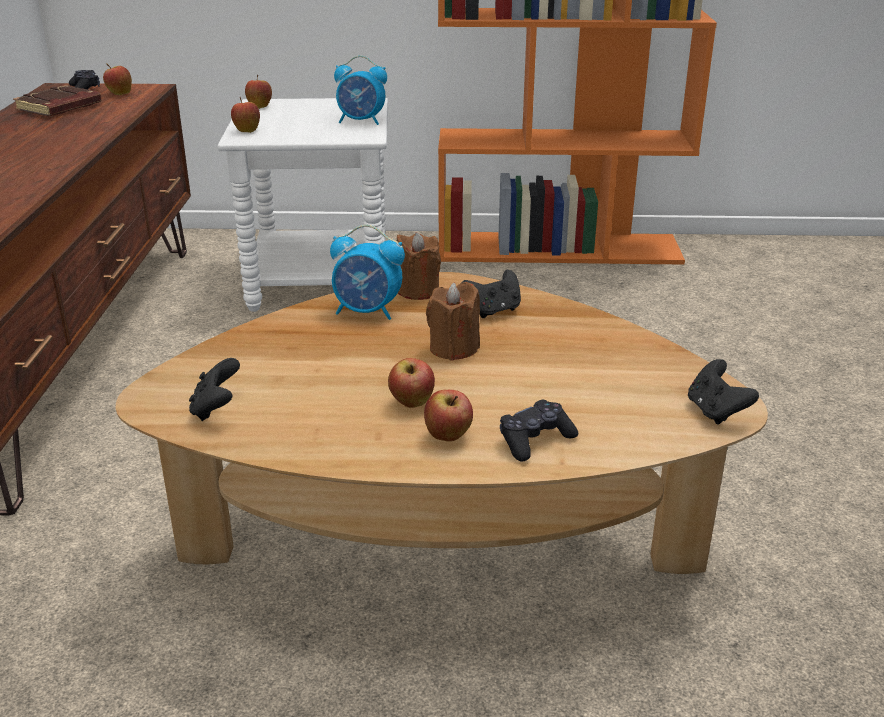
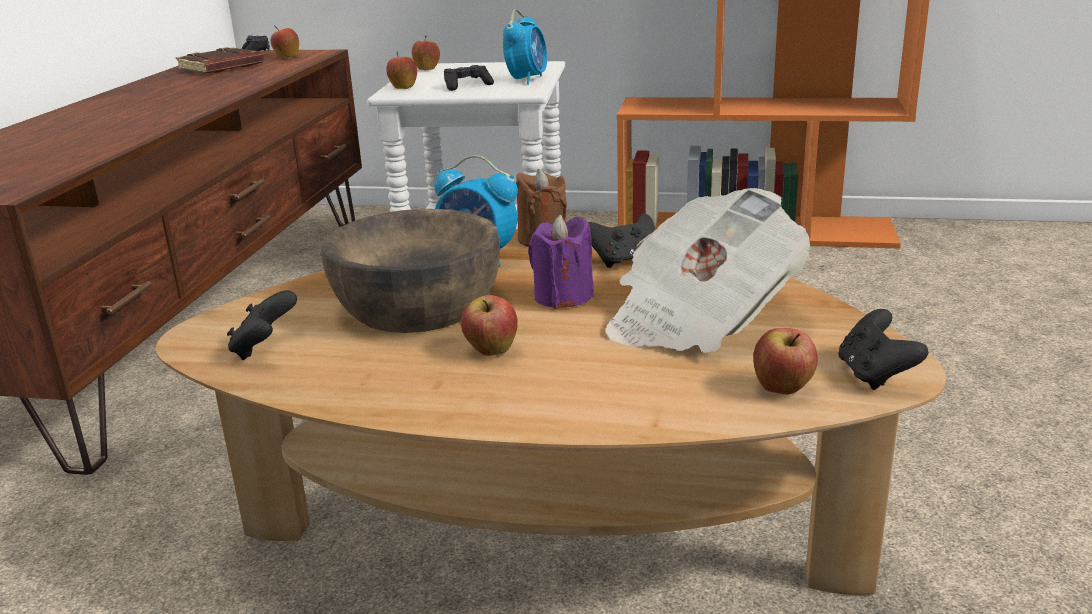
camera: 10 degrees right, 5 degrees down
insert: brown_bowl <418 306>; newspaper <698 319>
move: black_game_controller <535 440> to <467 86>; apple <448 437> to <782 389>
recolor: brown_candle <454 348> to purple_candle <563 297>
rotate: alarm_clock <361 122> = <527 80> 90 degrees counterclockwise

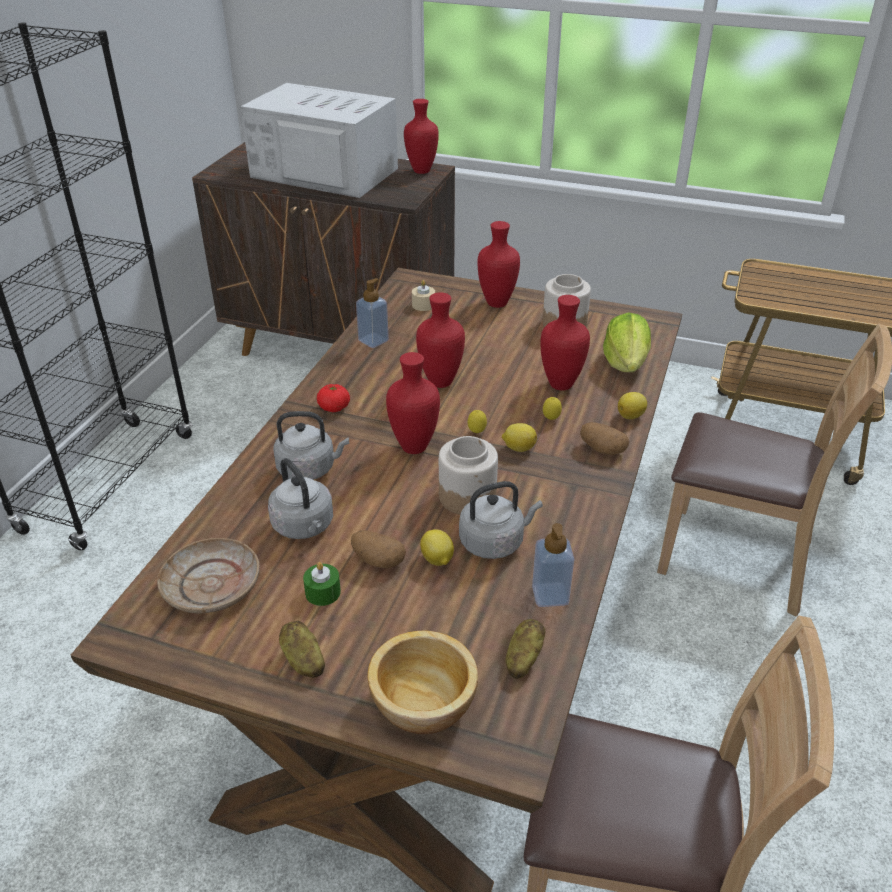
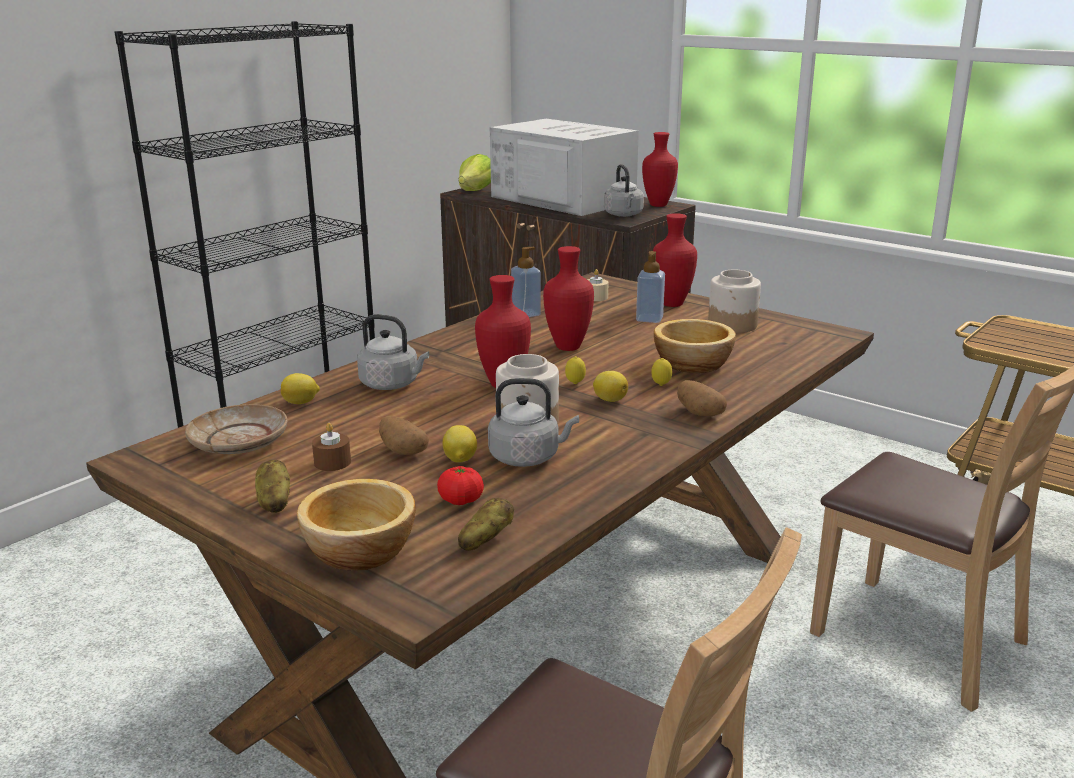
camera: 20 degrees right, 15 degrees down
move: lemon <631 416> to <301 402>; tomato <334 407> to <461 500>; lettuce <625 363> to <476 191>; grey_kettle <304 526> to <624 215>; soap_dispenser <550 595> to <649 319>
replace: red_vase <562 384> to bowl <694 364>
recolor: green_candle <323 592> to brown_candle <332 462>

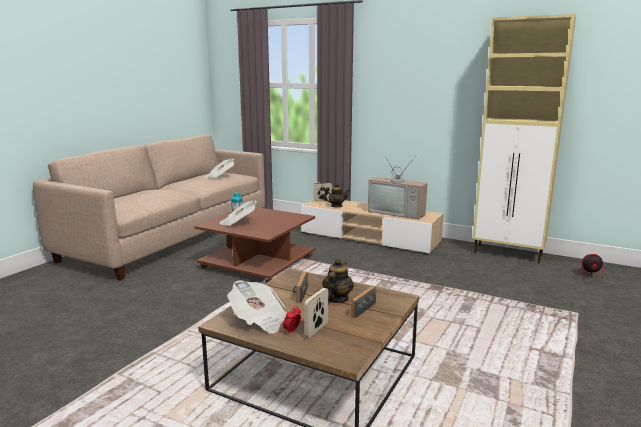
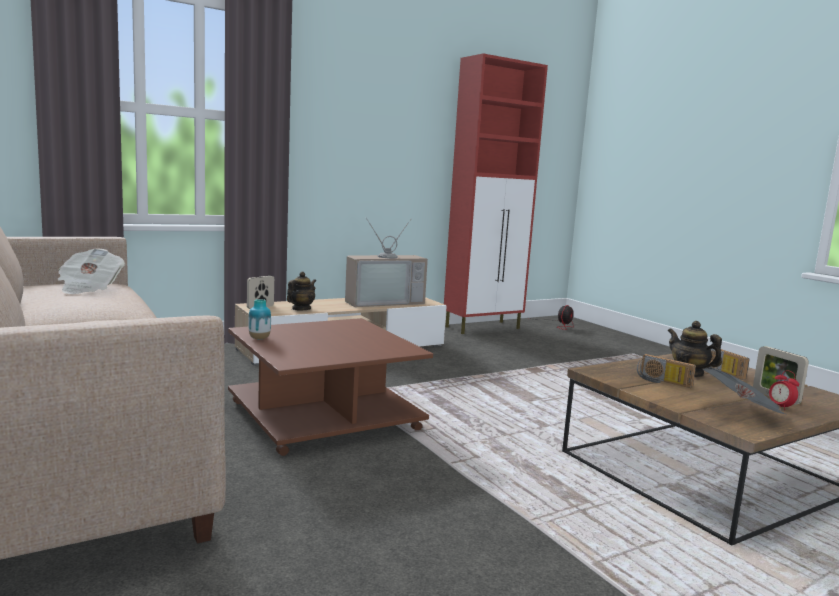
camera: 60 degrees left, 5 degrees down
delete: newspaper <238 223>
recolor: beige_cabinet <508 254> to red_cabinet <483 327>

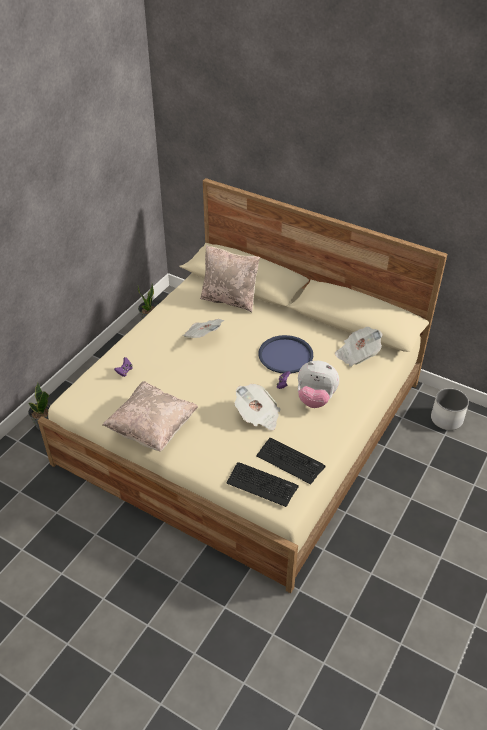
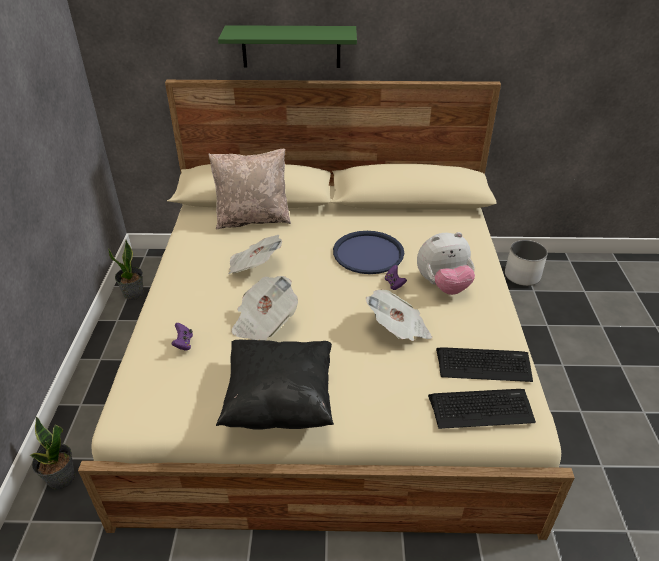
camera: 30 degrees left, 5 degrees down
insert: green_shelf <291 46>
move: newspaper <357 355> to <264 322>
recolor: beige_pillow <152 428> to black_pillow <280 401>

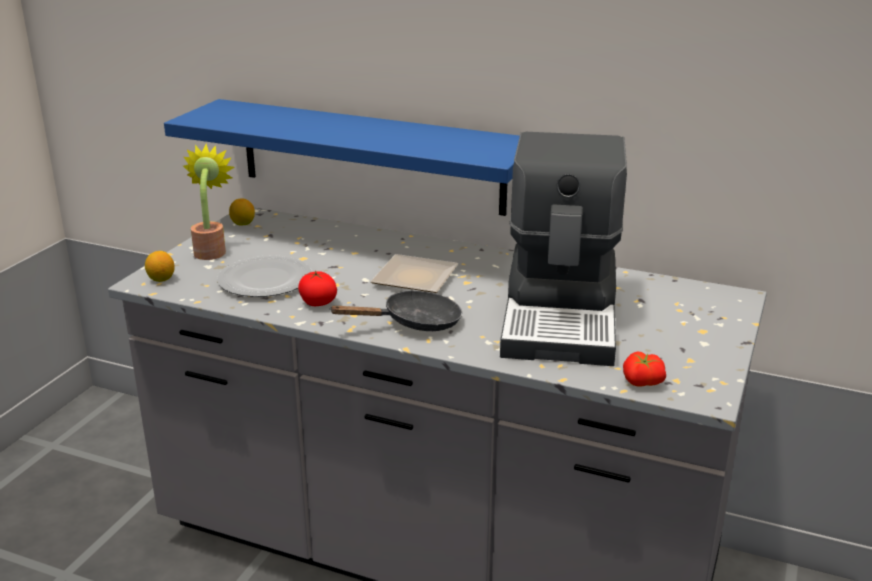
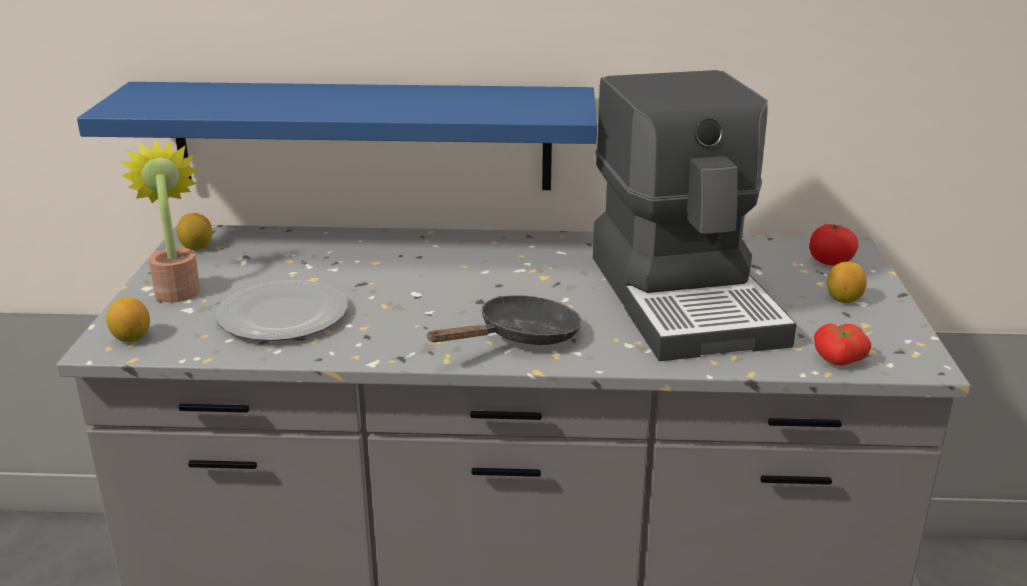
camera: 20 degrees left, 0 degrees up
delete: plate <413 277>
insert: lemon <843 299>
move: tomato <318 303> to <830 262>

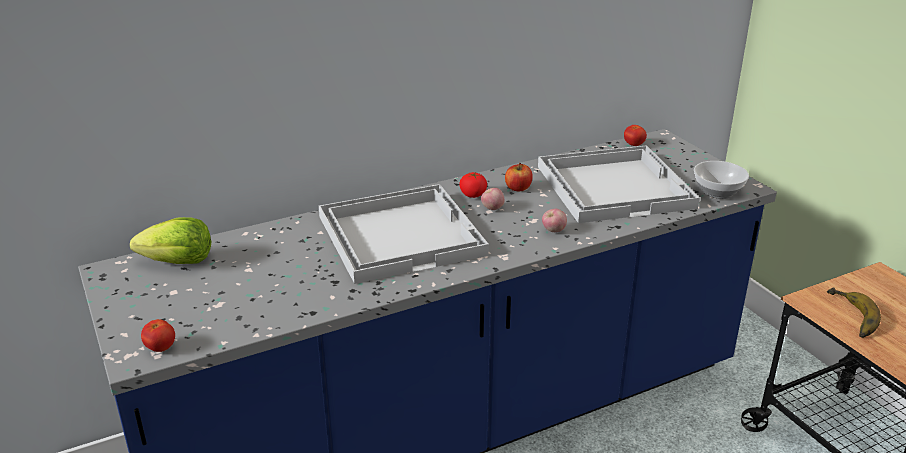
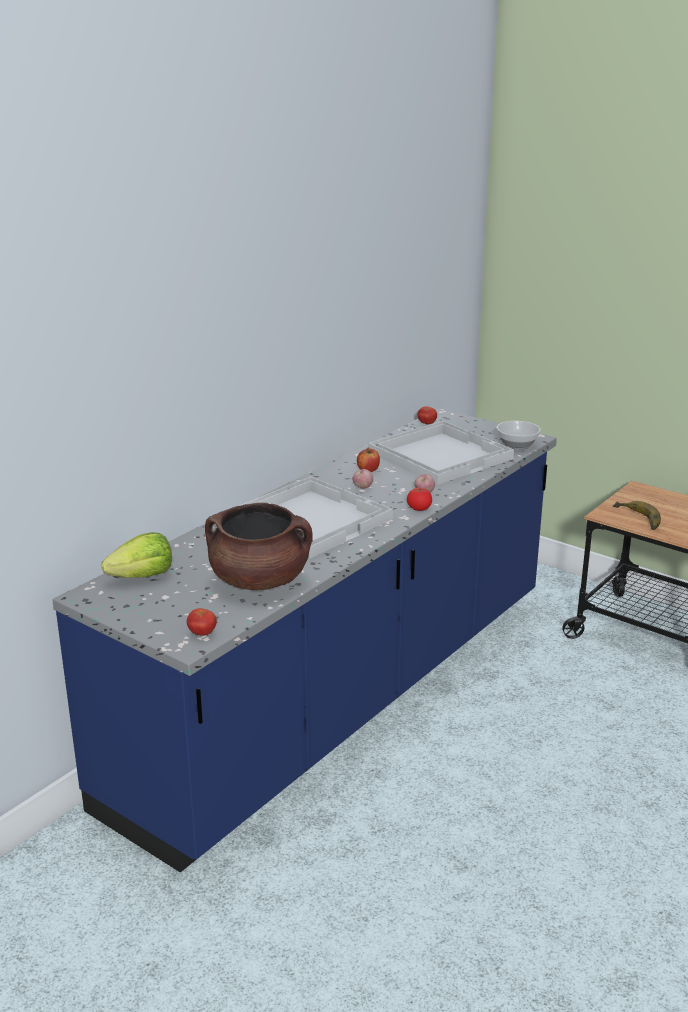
camera: 25 degrees left, 5 degrees down
insert: brown_cooking_pot <260 581>
move: tomato <473 195> to <419 508>

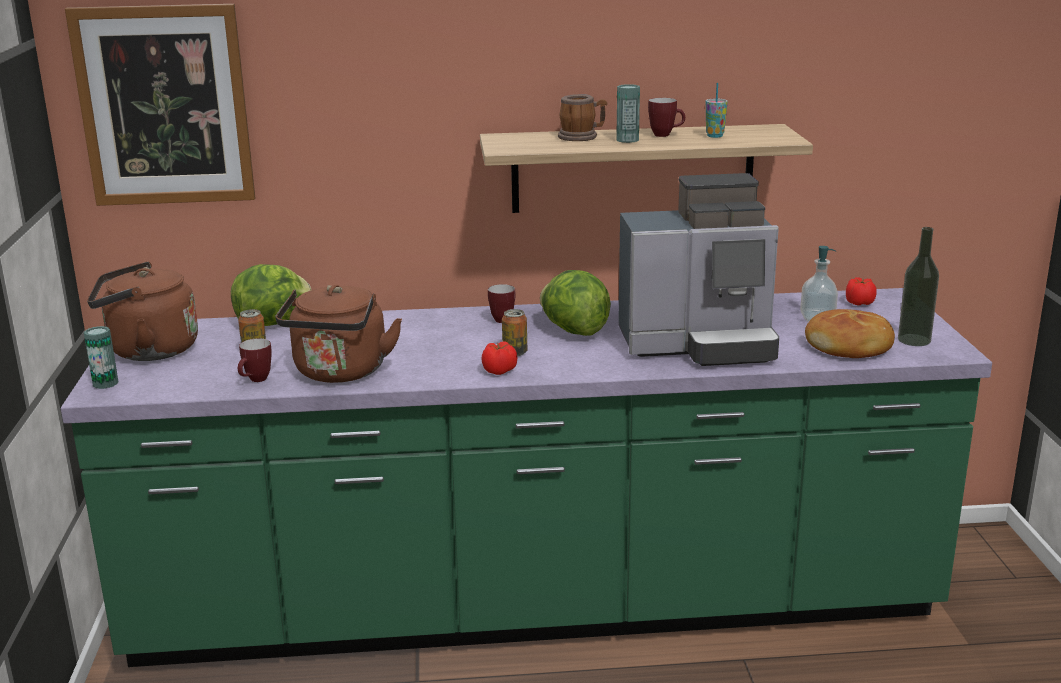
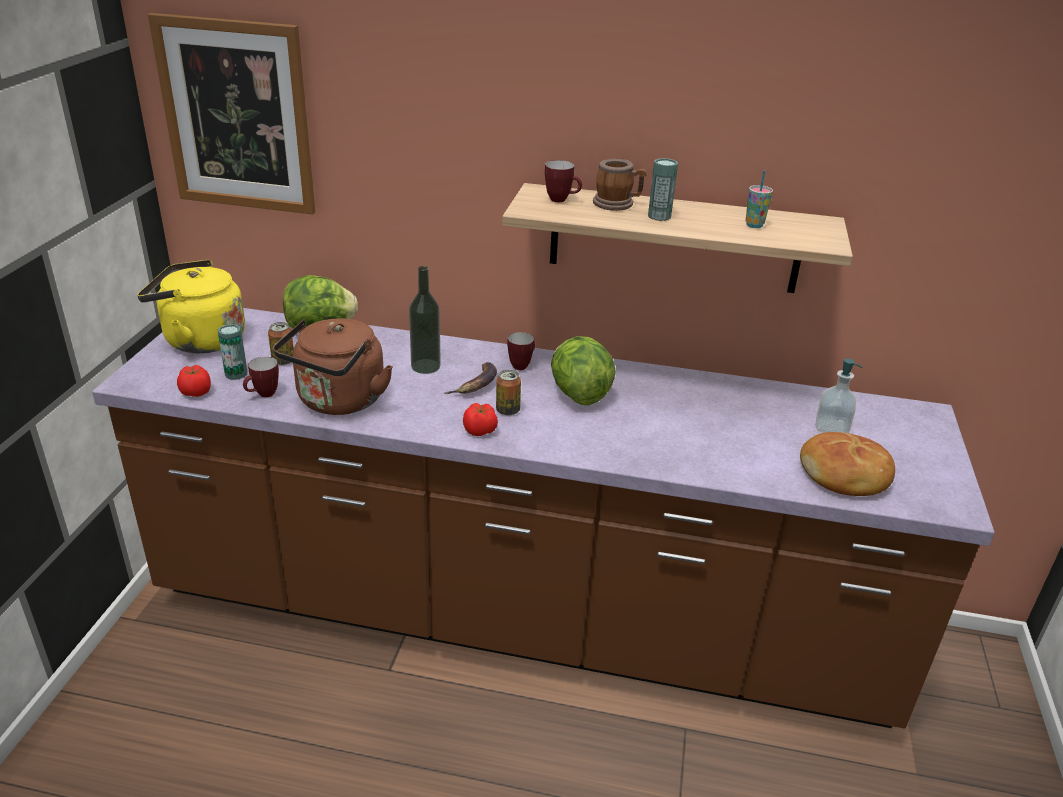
camera: 15 degrees right, 10 degrees up
delete: coffee_machine <700 344>
insert: banana <476 384>
move: tomato <859 303> to <196 392>; can <105 383> to <236 374>; bottle <914 340> to <425 366>; mug <665 135> to <562 200>
recolor: green_counter <534 607> to brown_counter <521 619>; brown_kettle <148 351> to yellow_kettle <200 340>

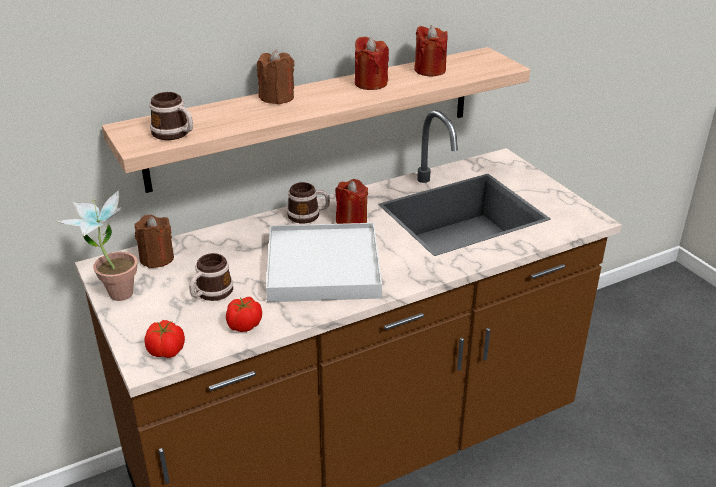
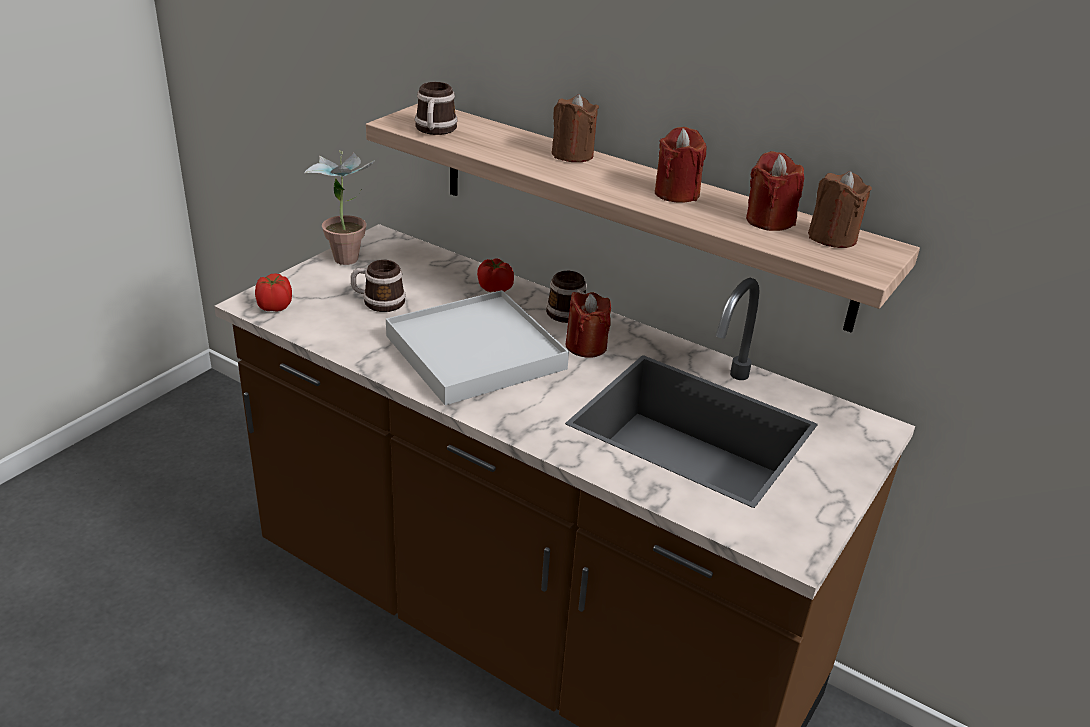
camera: 60 degrees right, 0 degrees up
move: tomato <244 326> to <495 289>; brown_candle <157 258> to <832 237>

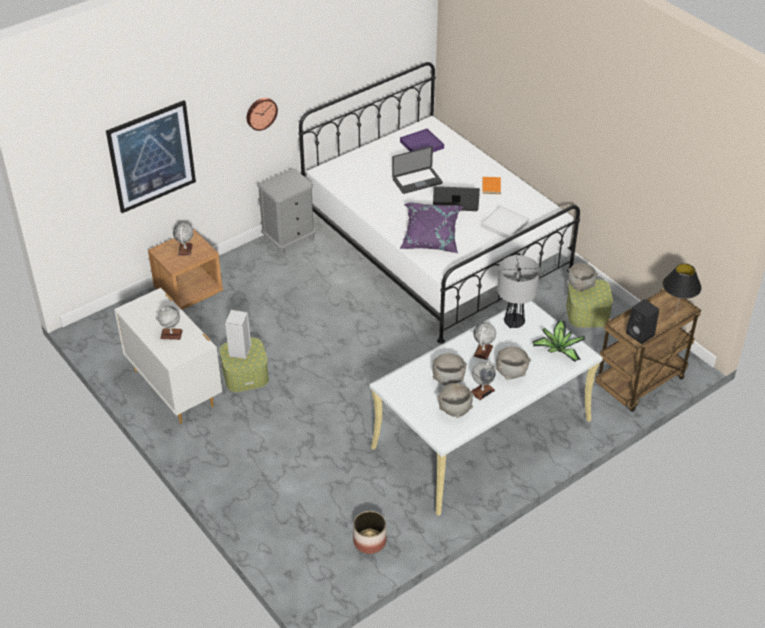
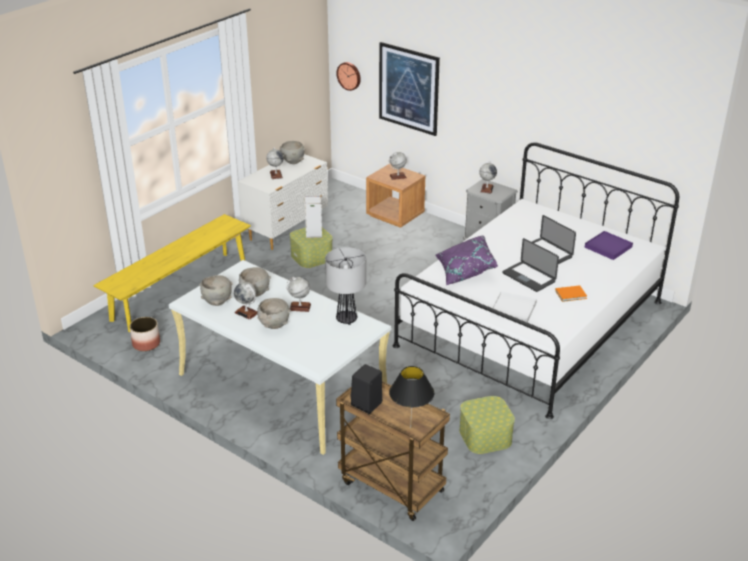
camera: 75 degrees right, 10 degrees down
delete: potted_plant <557 349>
insert: yellow_bench <180 290>; globe <487 189>
move: grey_bowl <580 287> to <292 162>; wall_clock <261 113> to <349 75>
rotate: laptop <455 202> = <528 277> 150 degrees clockwise

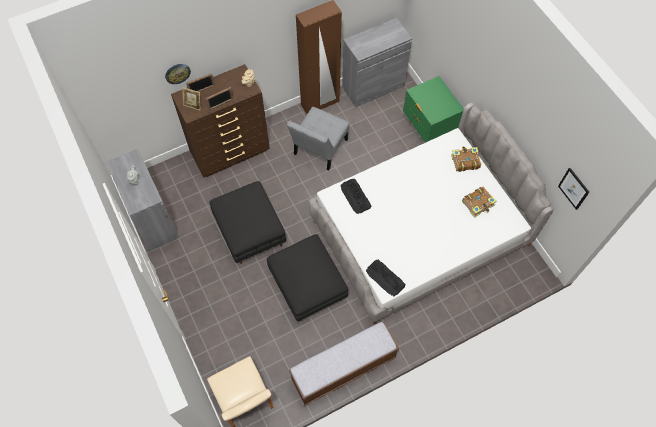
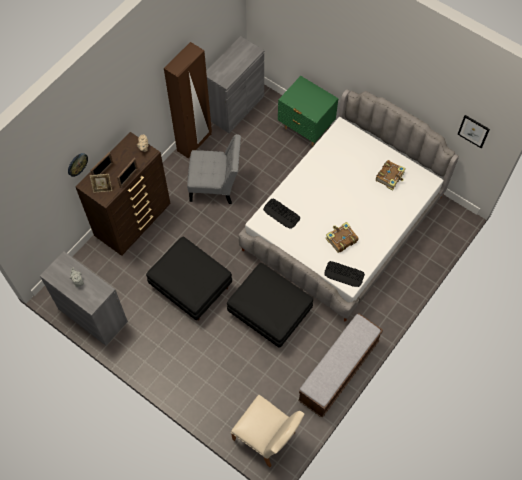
camera: 25 degrees left, 0 degrees up
move: book <465 161> to <341 239>
rotate: grey_chair <319 149> = <215 186> 90 degrees counterclockwise

